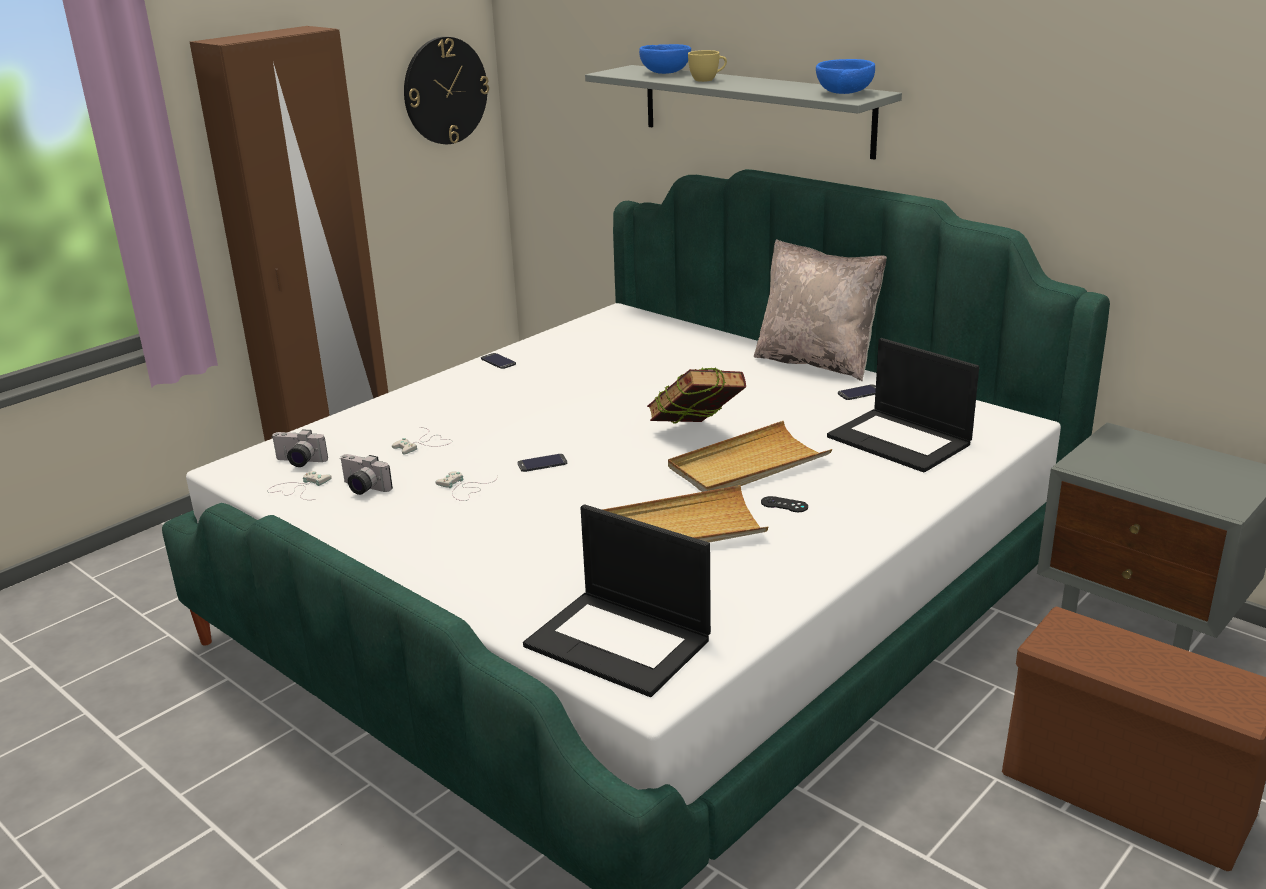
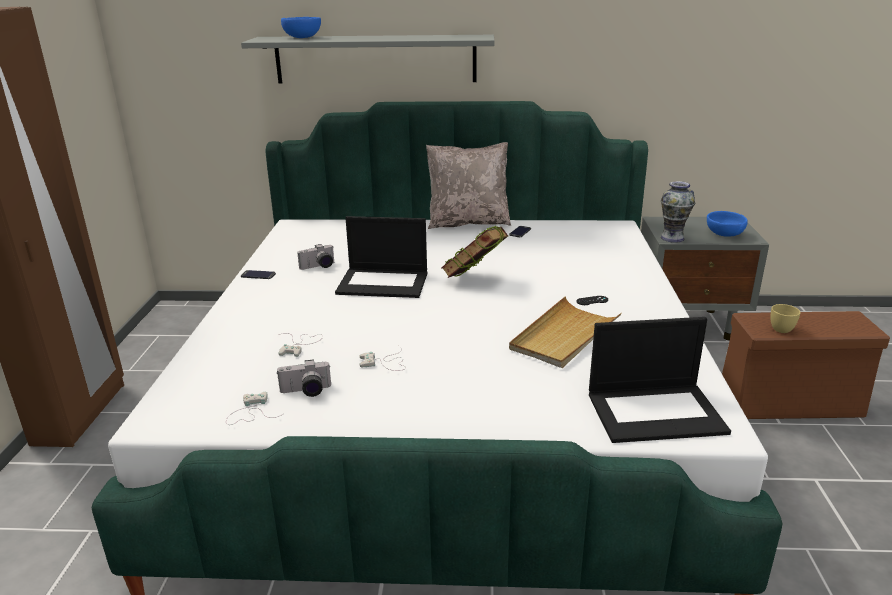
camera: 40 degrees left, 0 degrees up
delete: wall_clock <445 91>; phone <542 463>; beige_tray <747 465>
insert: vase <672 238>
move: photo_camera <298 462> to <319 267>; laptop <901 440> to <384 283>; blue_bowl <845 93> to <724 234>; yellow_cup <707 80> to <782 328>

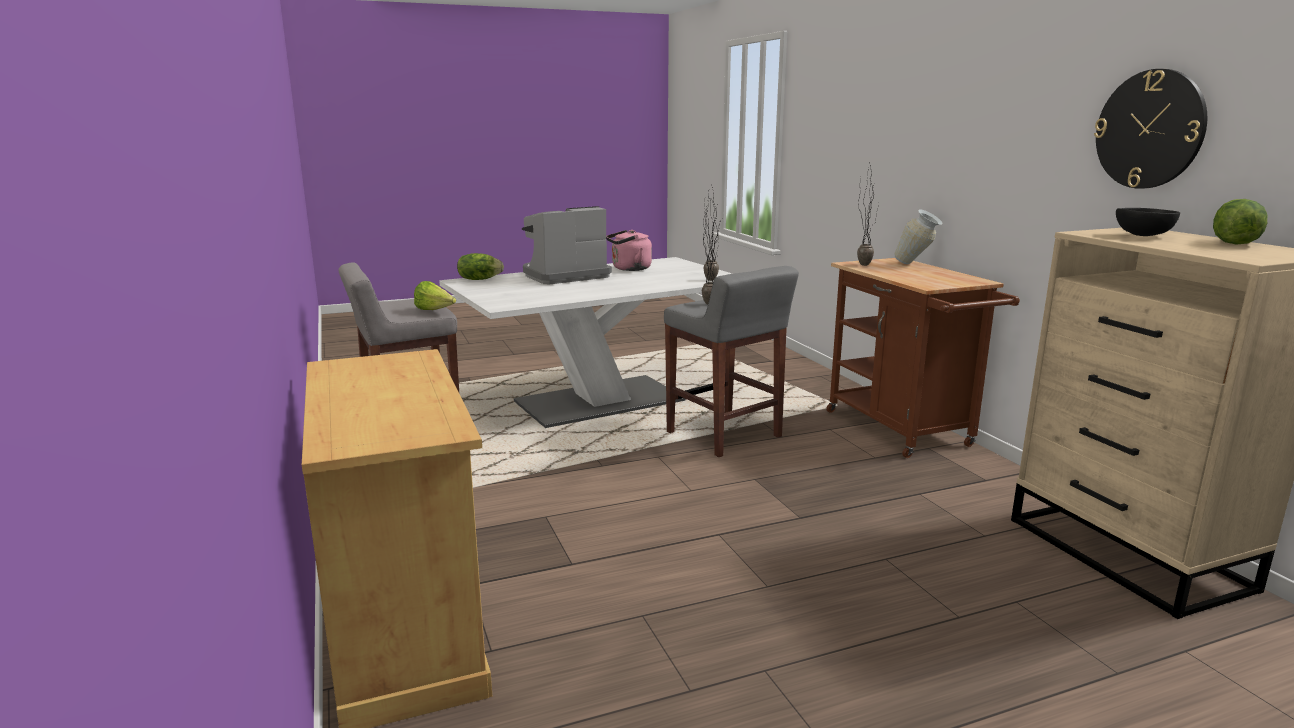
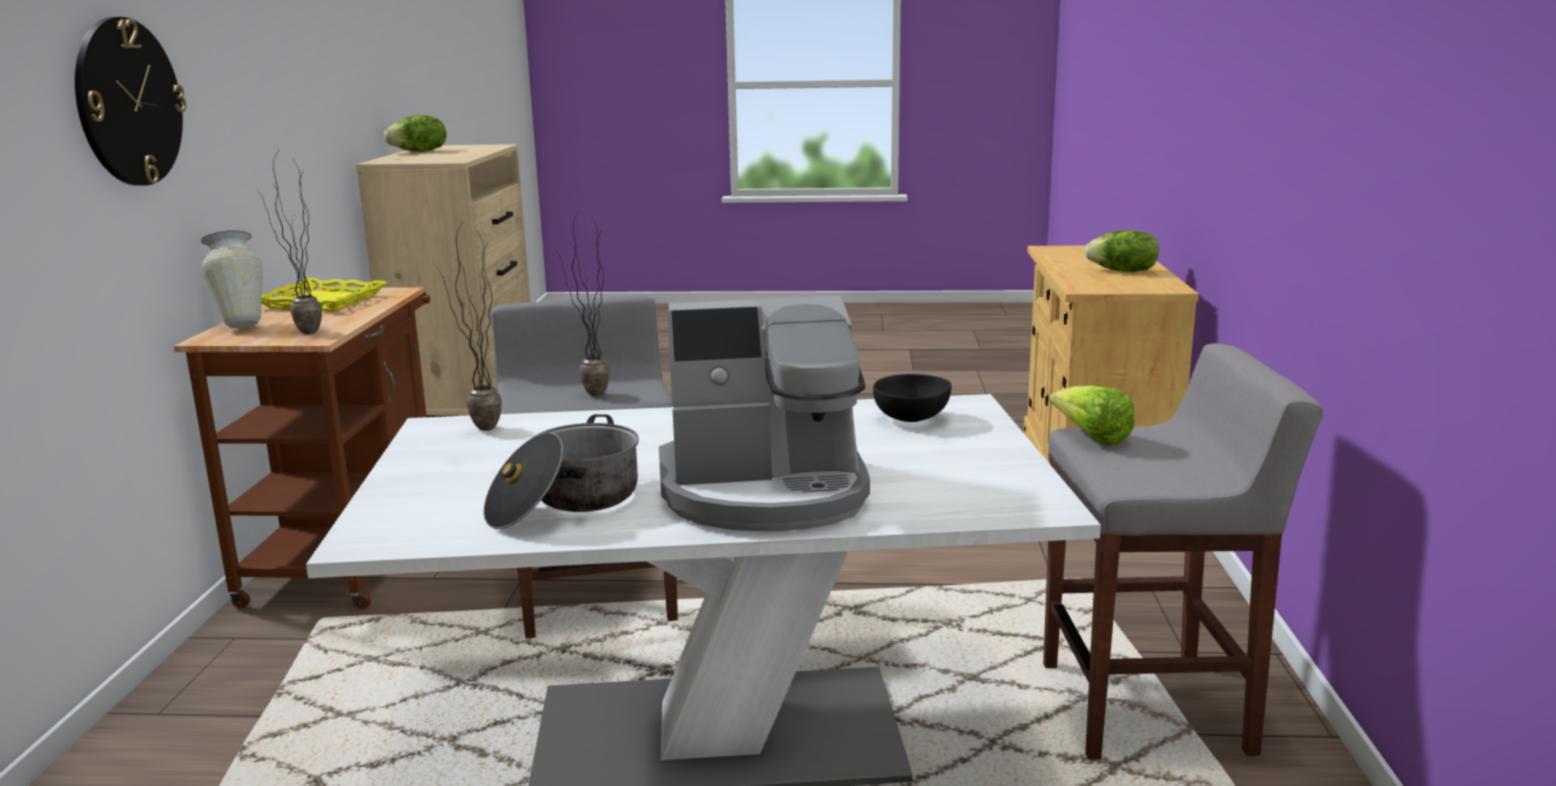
camera: 155 degrees left, 0 degrees up
insert: yellow_tray <323 302>
move: wall_clock <1149 129> to <128 102>; black_bowl <1141 235> to <912 419>; lettuce <479 279> to <1123 271>
replace: pink_kettle <629 269> to cooking_pot <565 503>

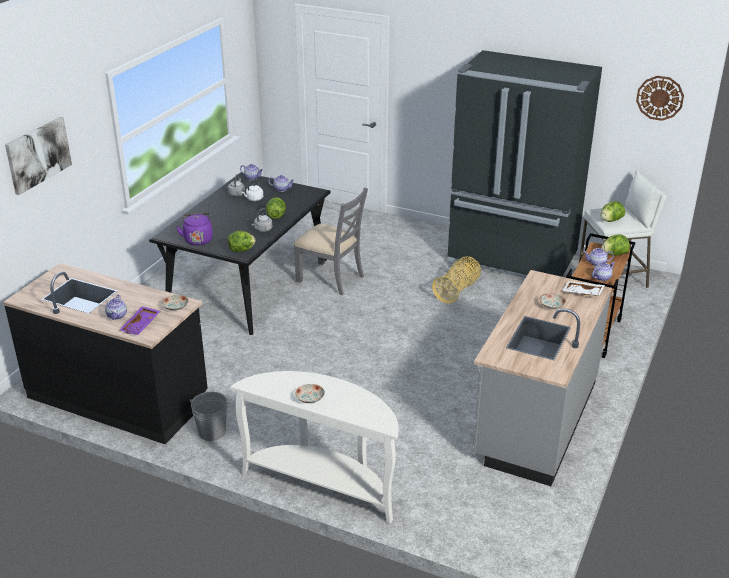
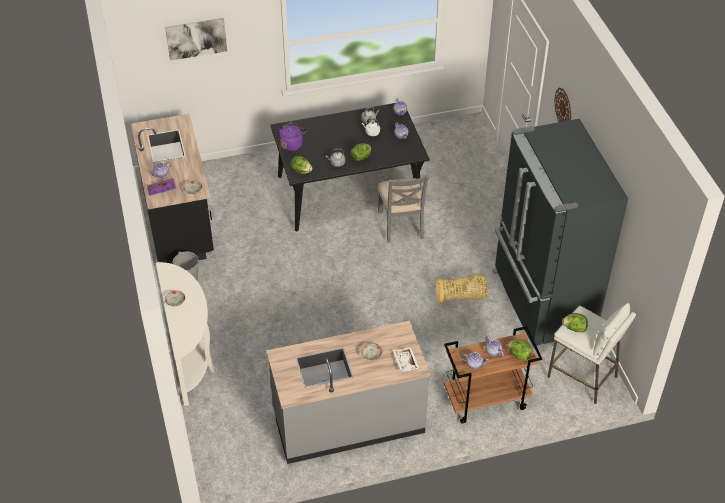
camera: 50 degrees right, 15 degrees up
move: wall_clock <660 98> to <563 108>

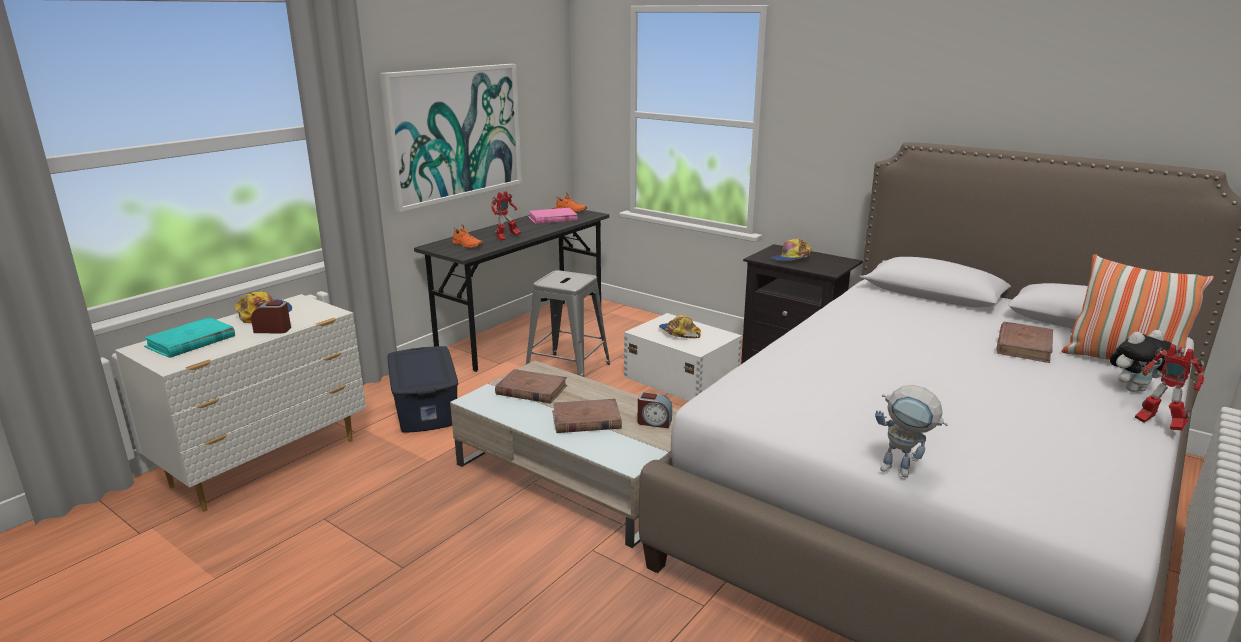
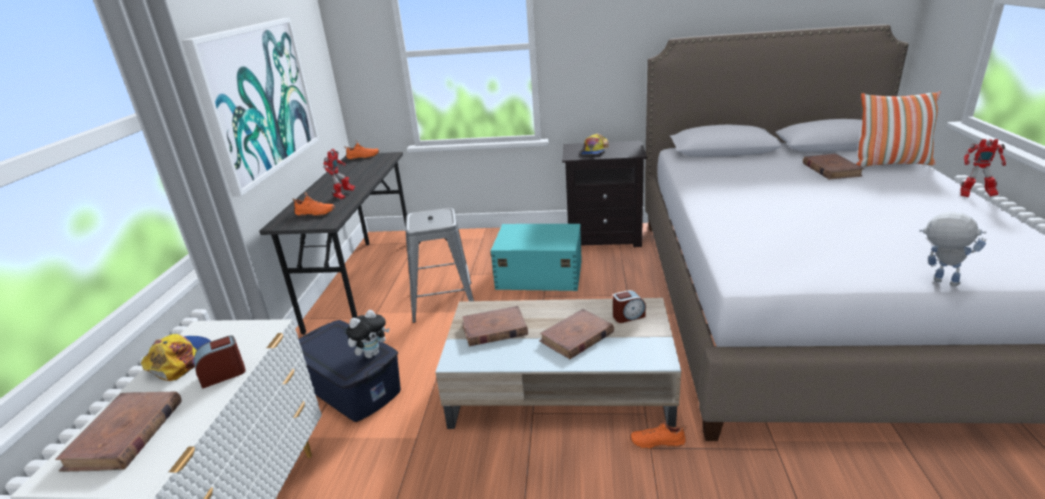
camera: 30 degrees left, 5 degrees up
delete: pink_book <552 219>; cap <678 333>
insert: orange_shoe <657 441>
move: plush_toy <1133 389> to <372 354>
recolor: turquoise_book <191 342> to brown_book <125 435>; white_storage_box <680 378> to turquoise_storage_box <538 274>
rotate: toy_robot <903 472> = <937 281> 135 degrees counterclockwise

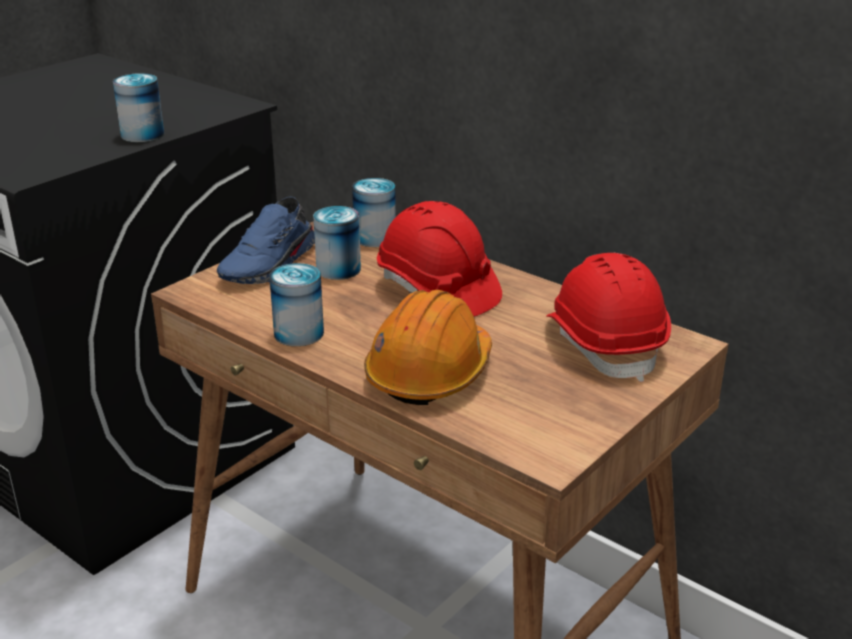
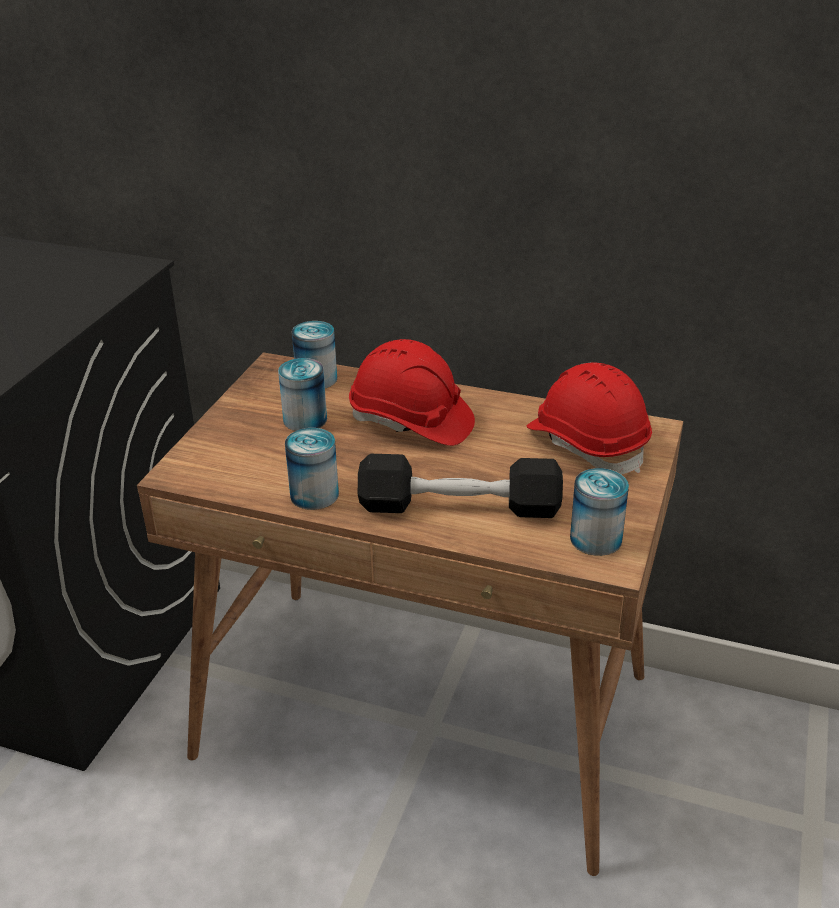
camera: 20 degrees left, 5 degrees up
delete: blue_shoe <271 265>
move: can <142 134> to <596 539>
replace: orange_hard_hat <429 372> to black_dumbbell <459 506>

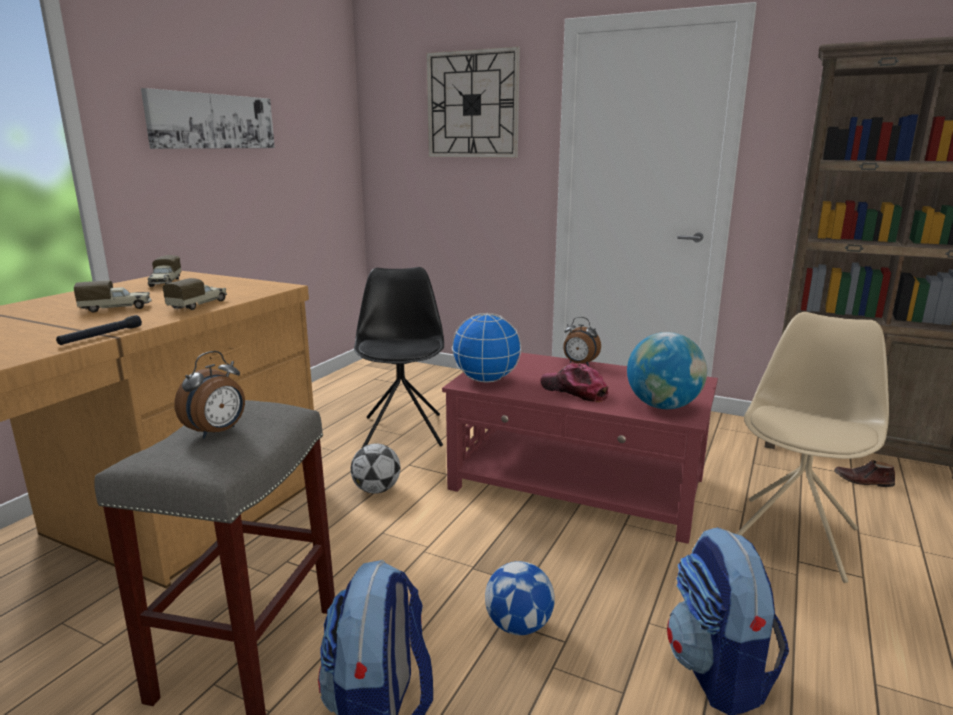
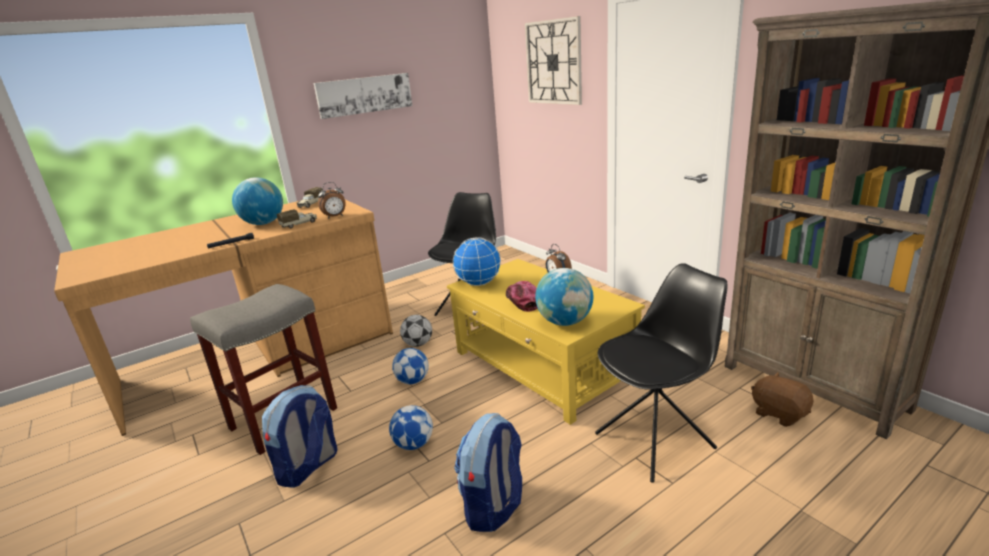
camera: 30 degrees right, 5 degrees up
insert: football <413 381>
move: alarm_clock <217 432> to <335 217>
replace: toy_truck <117 308> to globe <263 224>; brown_shoe <863 481> to brown_plush_toy <779 413>
recolor: red_coffee_table <578 484> to yellow_coffee_table <542 366>; beige_chair <794 536> to black_chair <656 440>

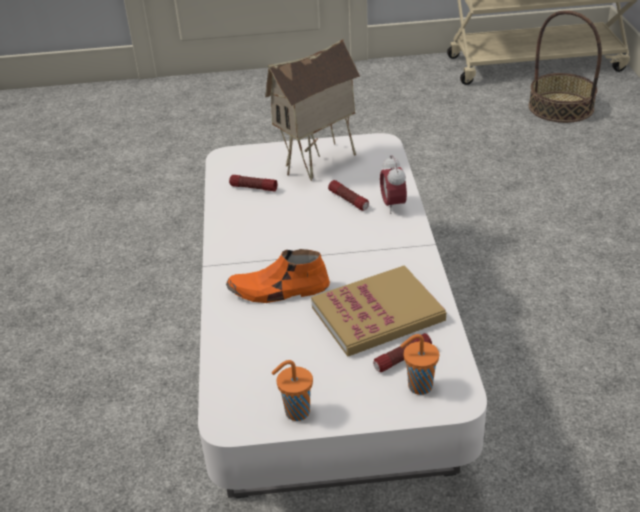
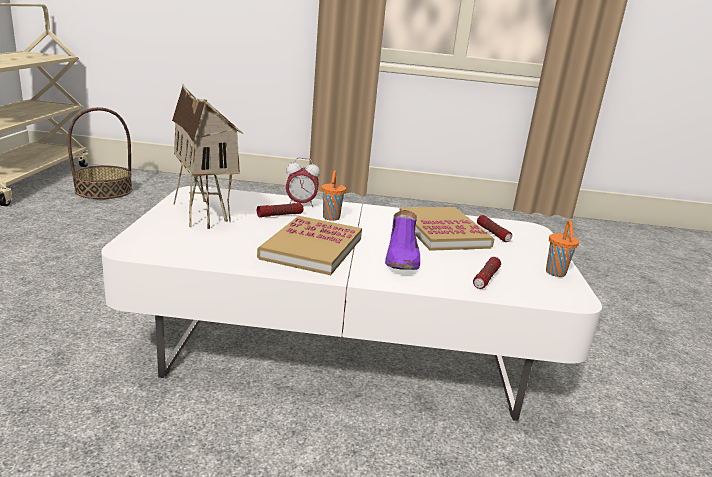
camera: 85 degrees left, 15 degrees down
insert: book <312 248>
move: orange_cup <418 386> to <331 218>; flashlight <253 188> to <486 279>
recolor: orange_shoe <279 290> to purple_shoe <402 258>

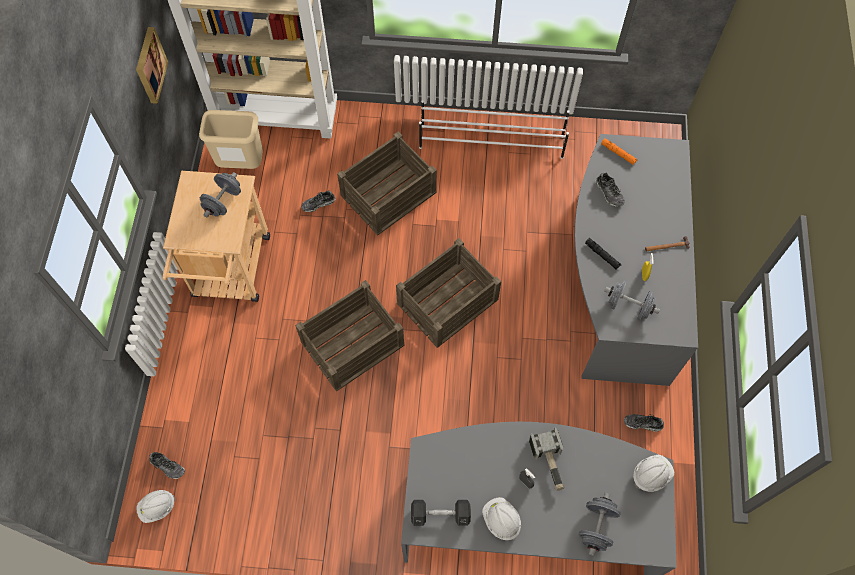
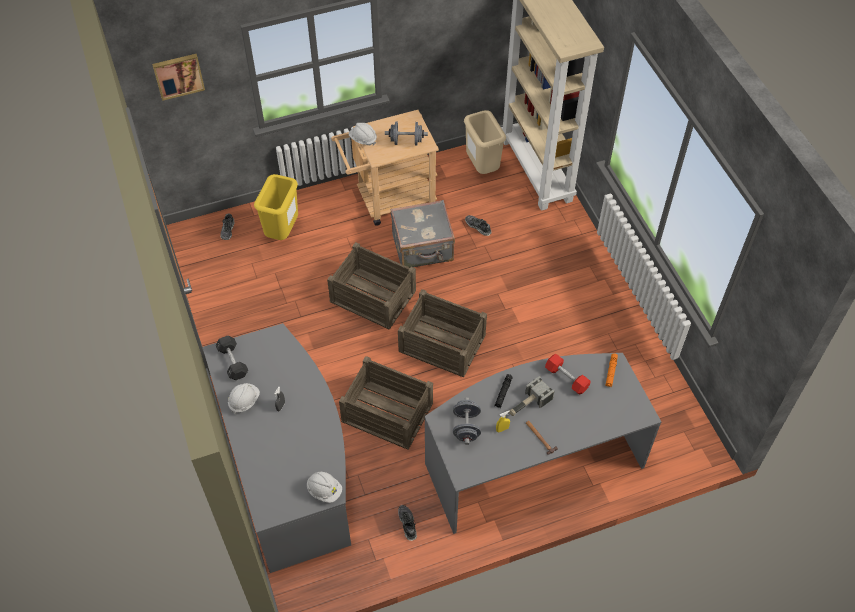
camera: 65 degrees right, 10 degrees down
delete: white_shoe_rack <492 142>; grey_dumbbell <596 527>
insert: yellow_trash_can <283 232>; grey_suitcase <423 248>
move: picture <149 65> to <178 75>; crate <388 193> to <387 411>; white_hard_hat <157 507> to <363 139>; hammer <550 463> to <528 404>
replace: shoe <609 193> to red_dumbbell <566 378>

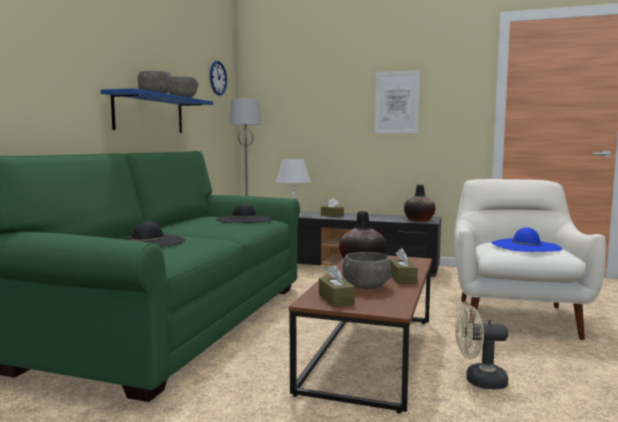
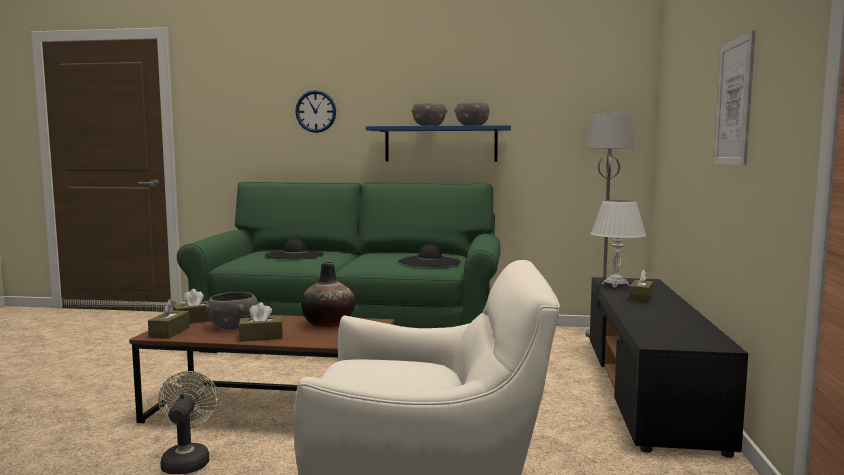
camera: 80 degrees right, 0 degrees up
delete: vase <419 220>; blue_hat <525 246>
insert: brown_tissue_box <169 332>
move: wall_clock <218 78> to <316 111>

